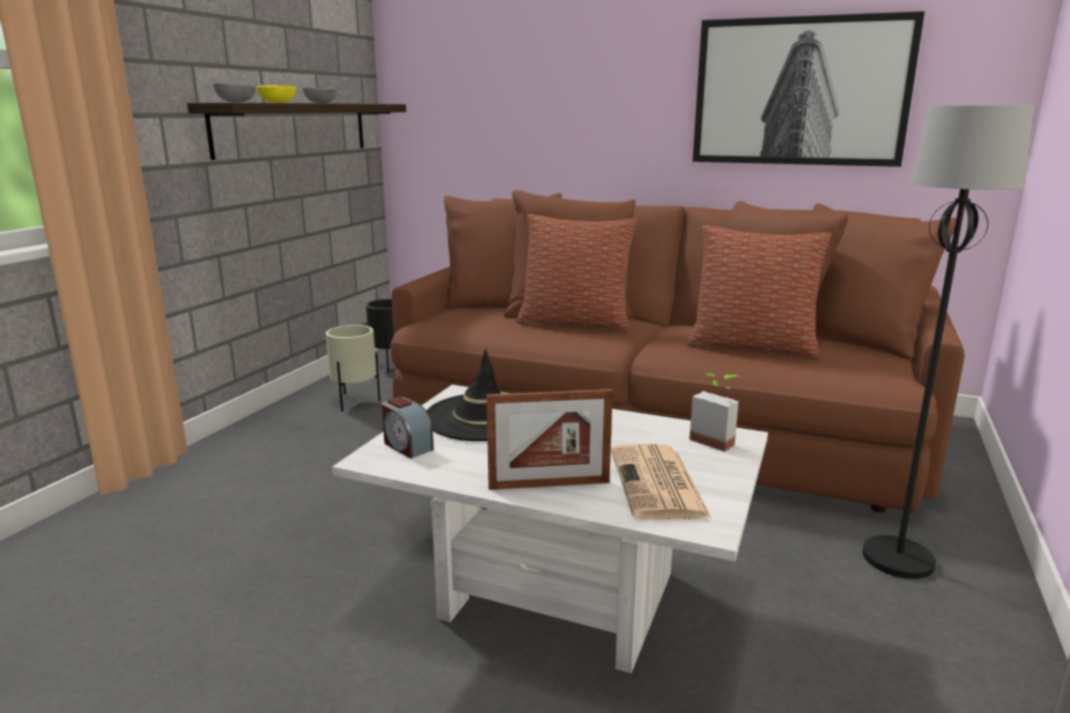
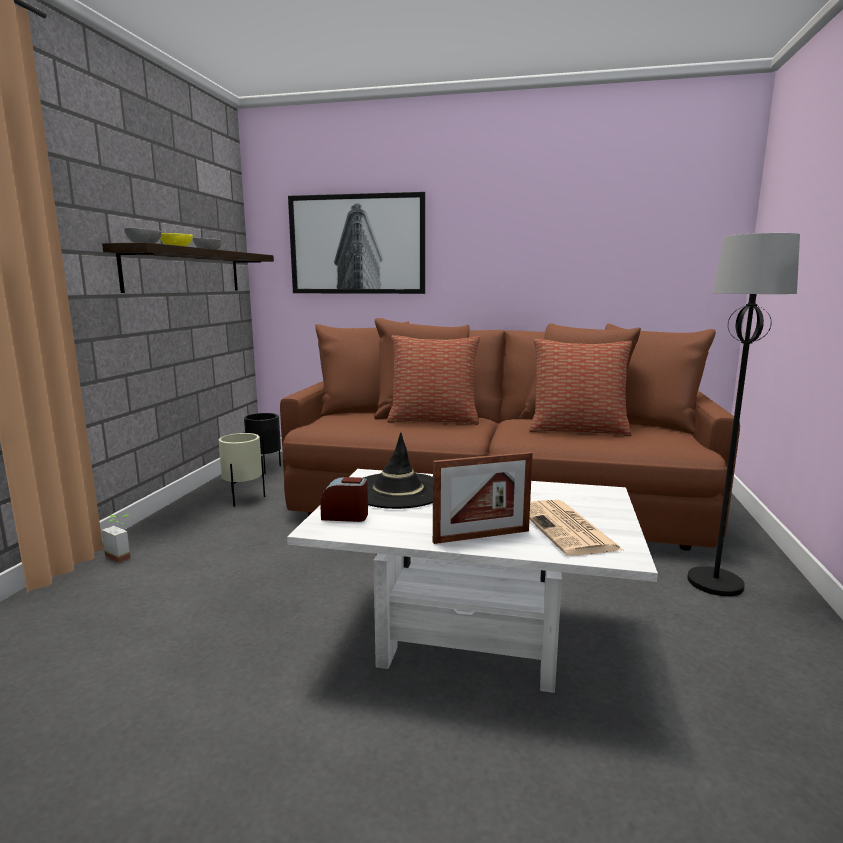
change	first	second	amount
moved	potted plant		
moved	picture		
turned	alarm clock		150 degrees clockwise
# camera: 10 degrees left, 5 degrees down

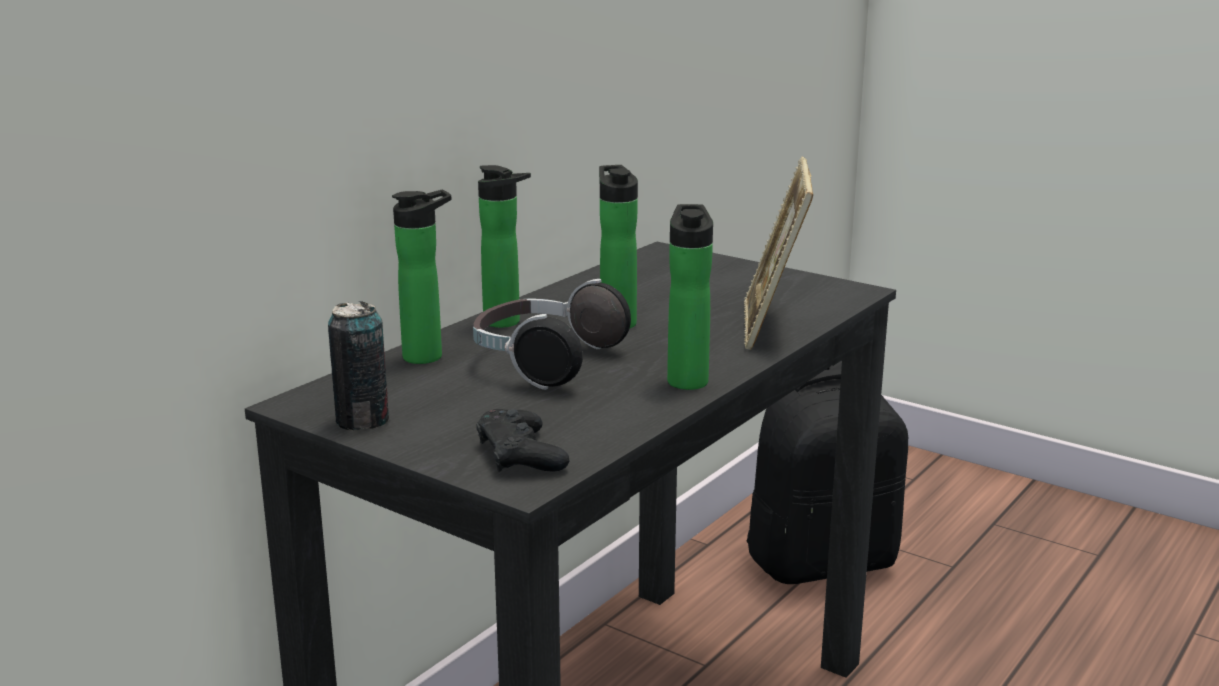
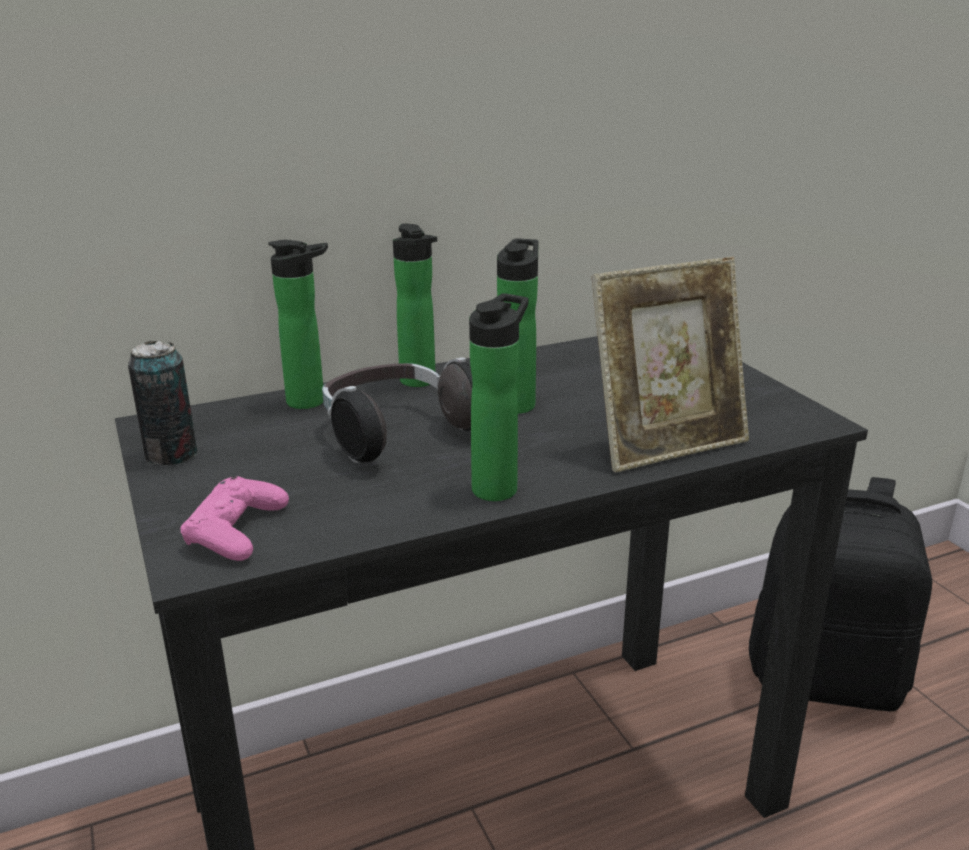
change	first	second	amount
recoloured	black game controller	pink game controller	
turned	picture frame		150 degrees counterclockwise
# camera: 30 degrees right, 5 degrees up

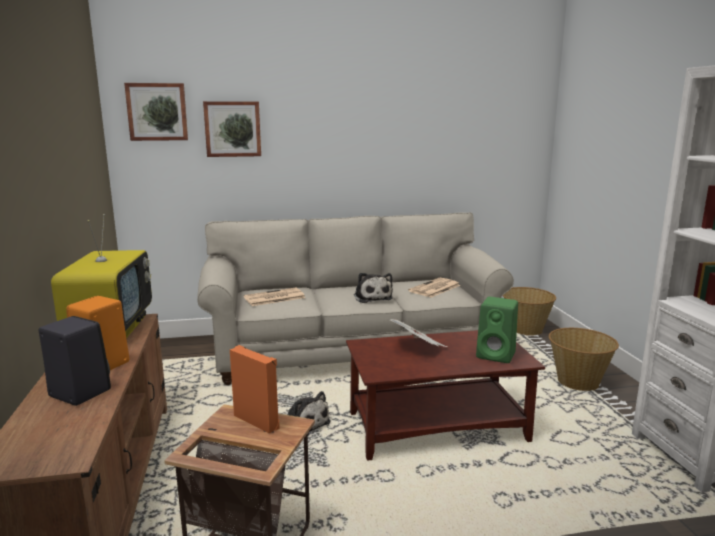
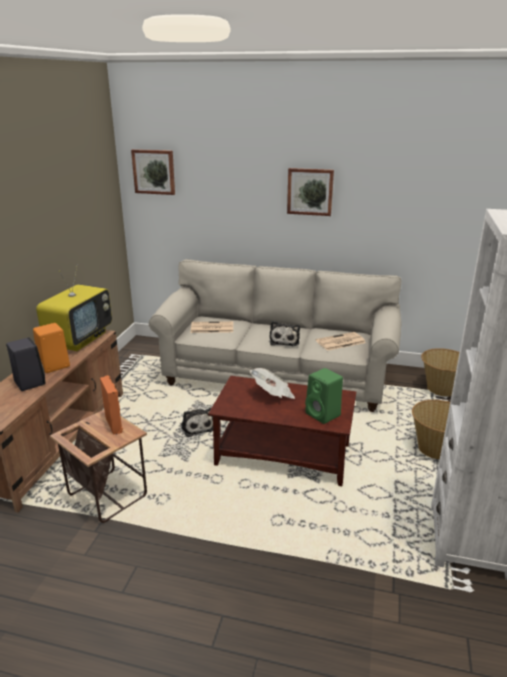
change	first	second	amount
moved	picture (2nd from left)		
# camera: 25 degrees right, 10 degrees up

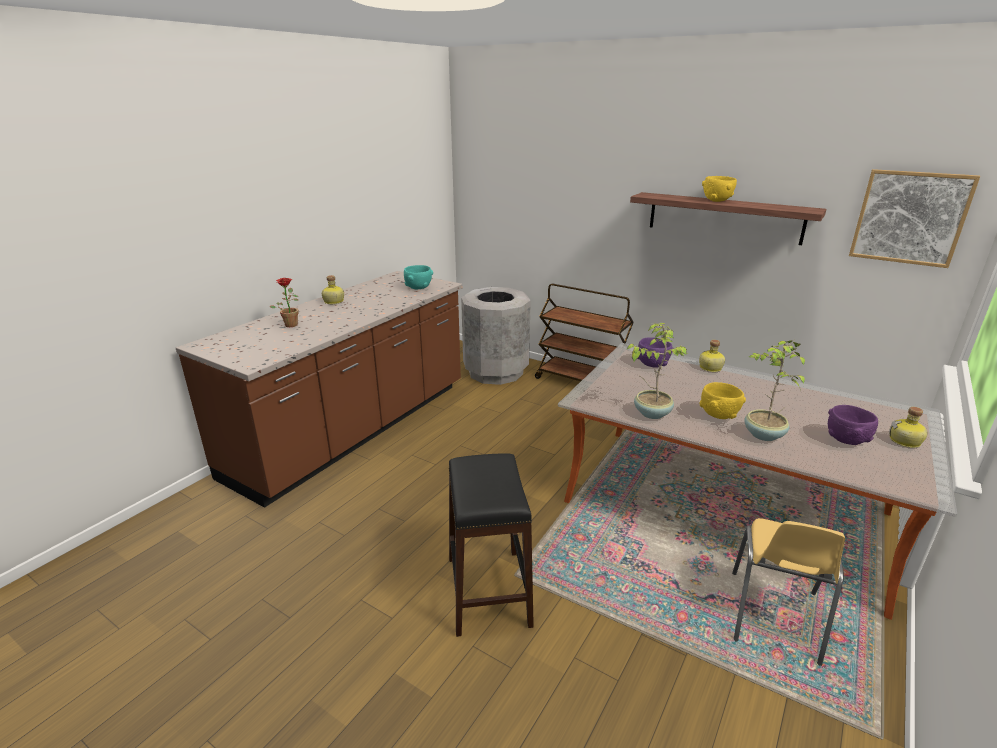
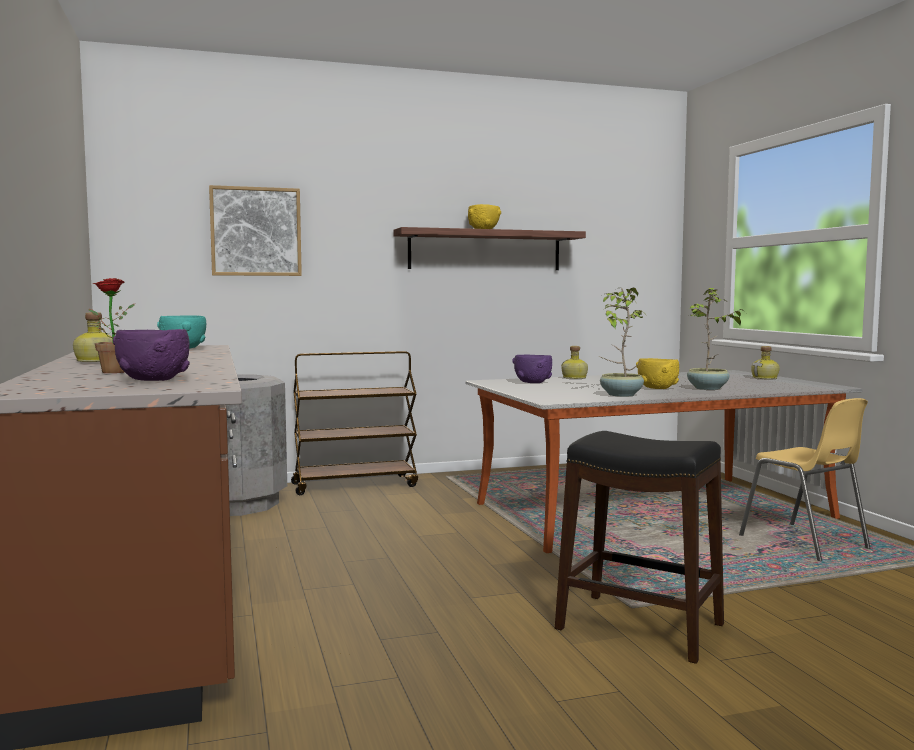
change	first	second	amount
moved	purple bowl (2nd from left in the first image)	purple bowl (1st from left)	
moved	picture		
# camera: 50 degrees left, 20 degrees down

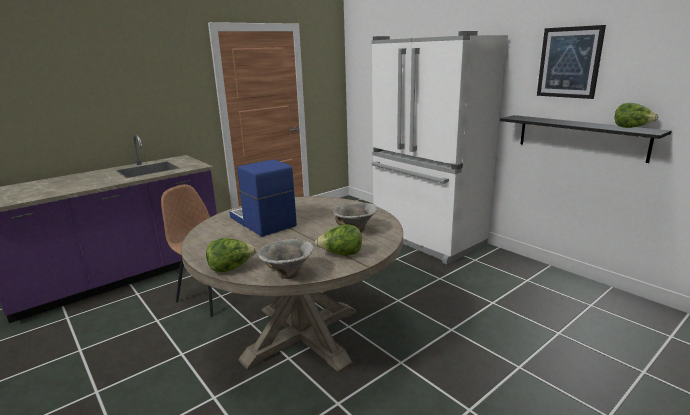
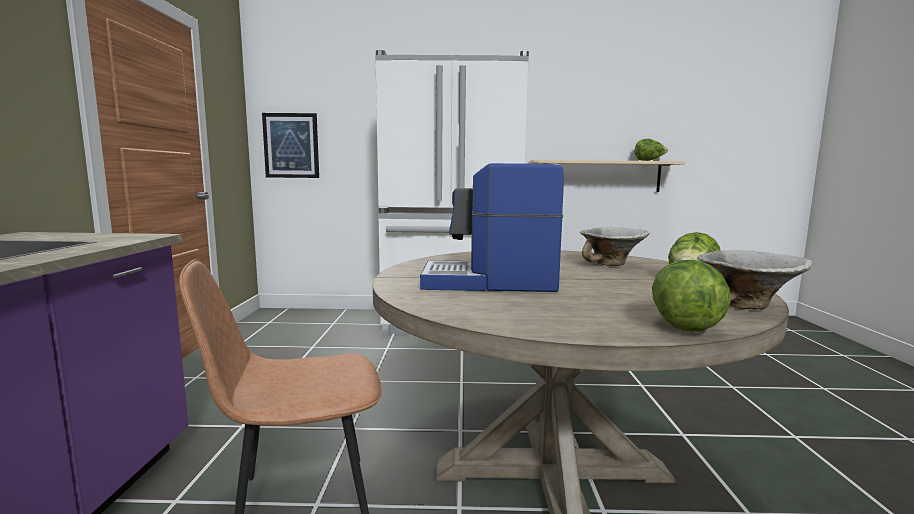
change	first	second	amount
moved	picture		
recoloured	black shelf	beige shelf	
# camera: 50 degrees left, 10 degrees down

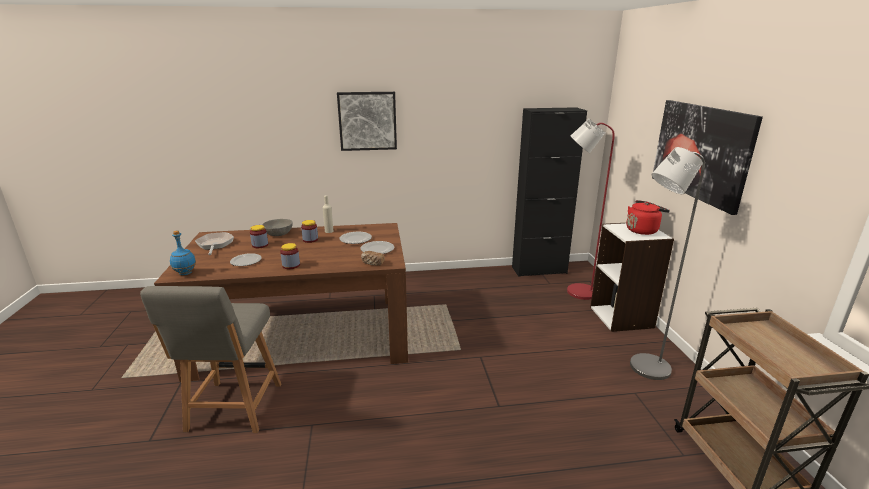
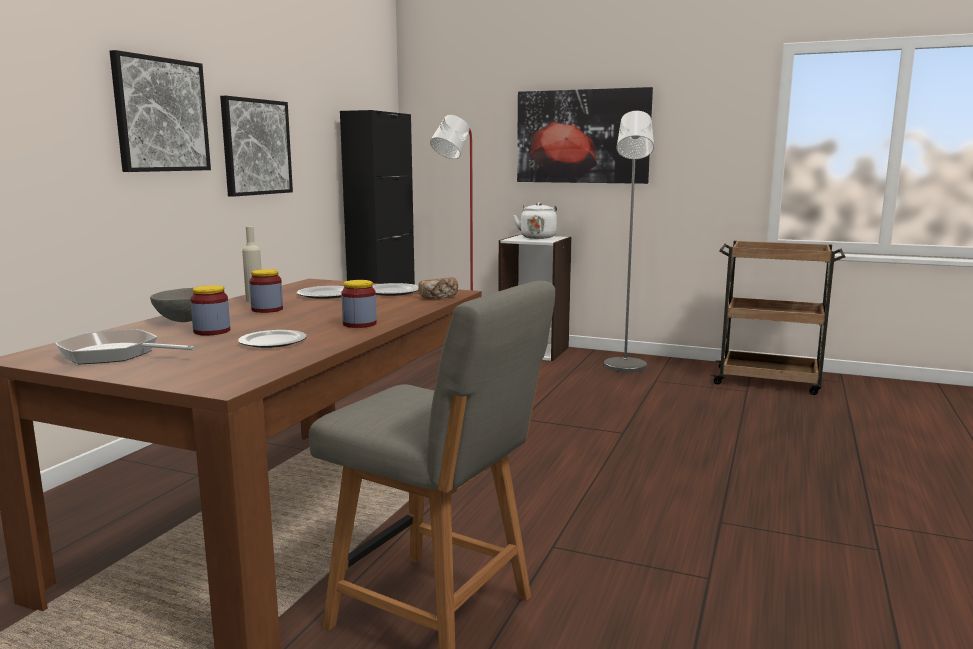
change	first	second	amount
added		picture (2nd from left)	
recoloured	red kettle	white kettle	
removed	blue bottle		
# camera: 60 degrees left, 10 degrees down

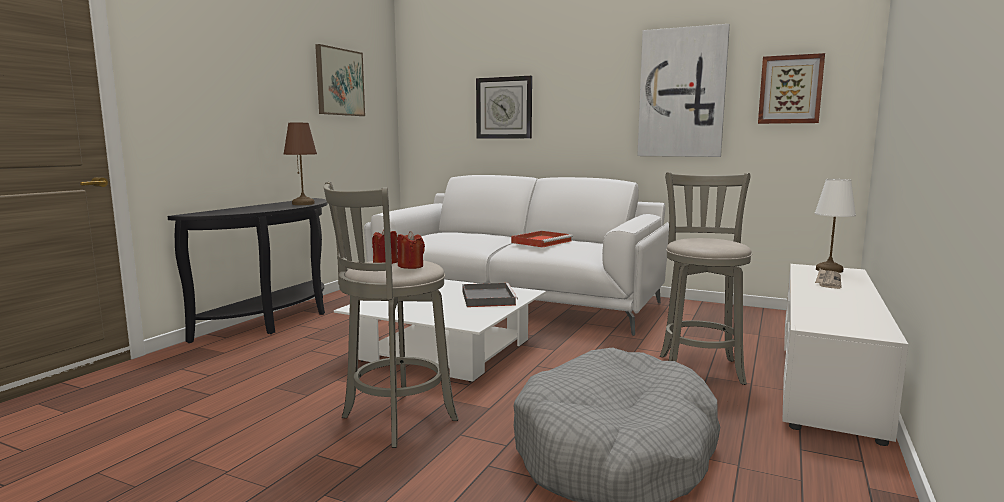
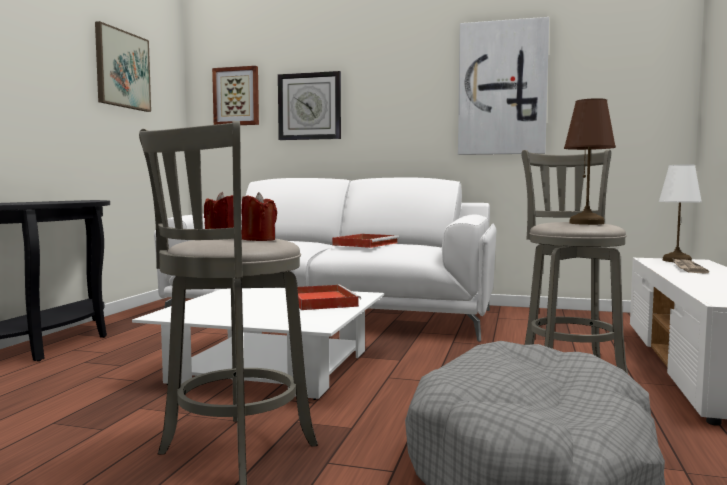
change	first	second	amount
moved	picture (3rd from left in the first image)	picture (2nd from left)	
recoloured	grey tray	red tray (1st from left)	
moved	brown table lamp		
# camera: 10 degrees left, 5 degrees down

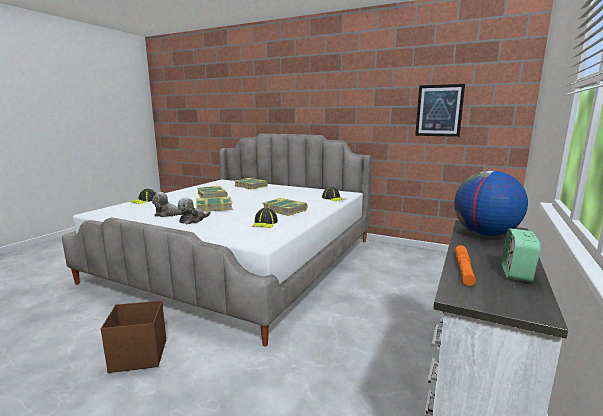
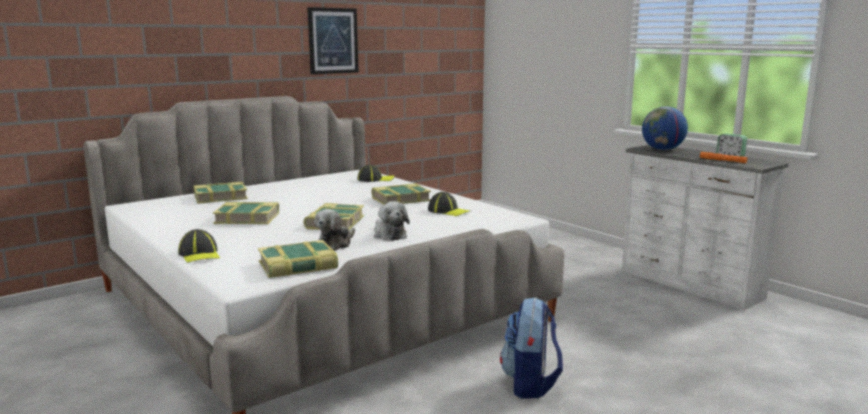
change	first	second	amount
added		book (3rd from left)	
moved	picture		
replaced	brown storage box	backpack	
# camera: 65 degrees left, 0 degrees up

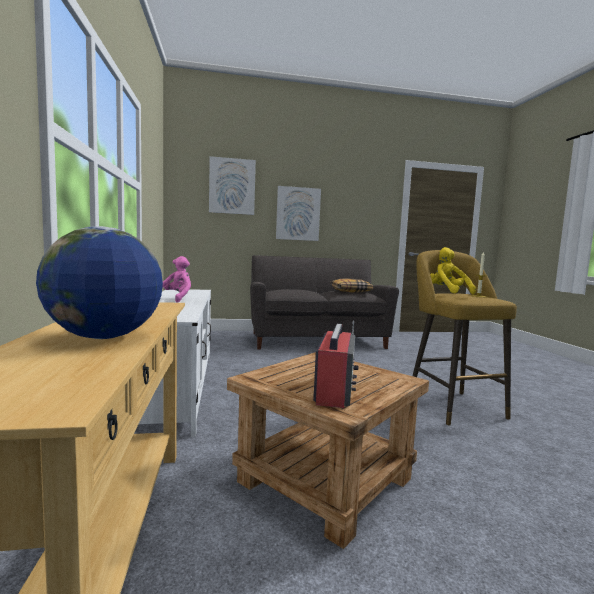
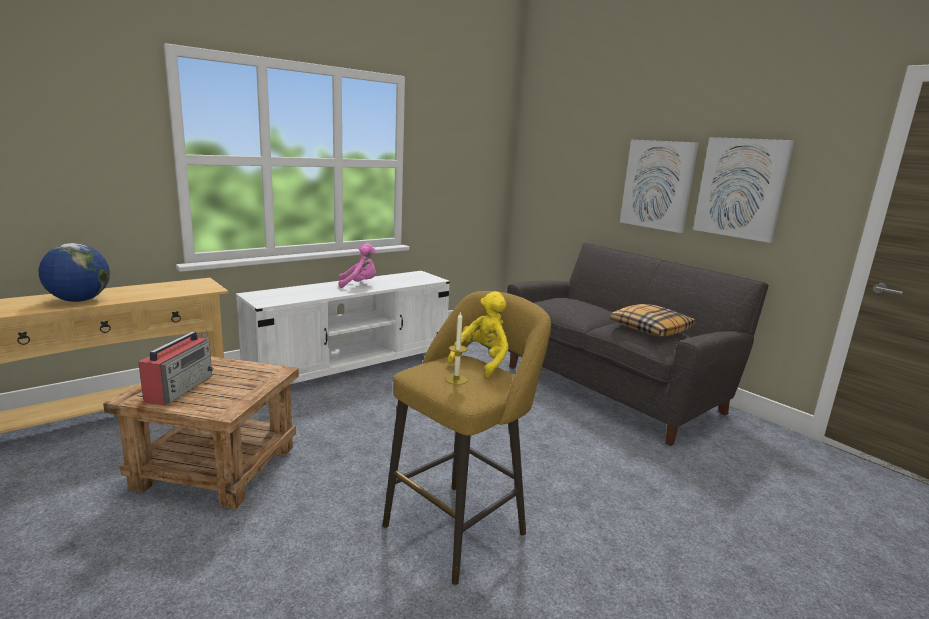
change	first	second	amount
turned	radio		60 degrees counterclockwise
moved	picture (1st from left in the first image)	picture (2nd from left)	
# camera: 60 degrees right, 10 degrees up

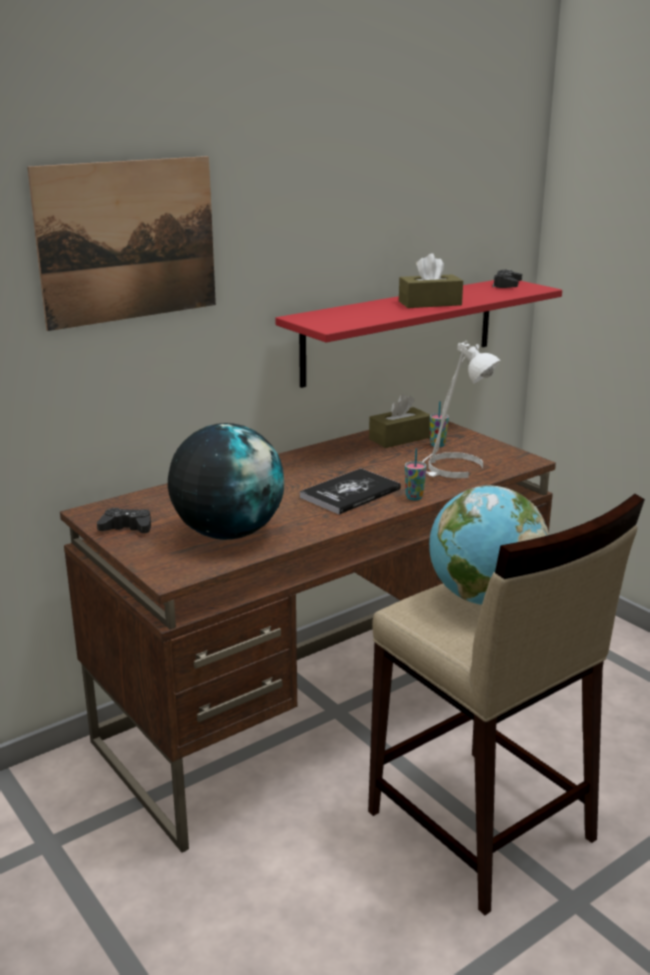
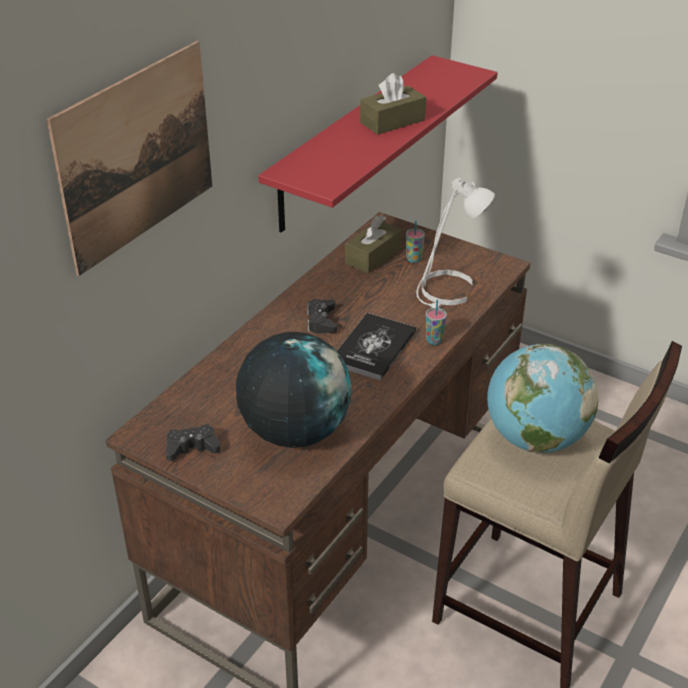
change	first	second	amount
moved	black game controller (2nd from left)		
# camera: 20 degrees left, 15 degrees up

